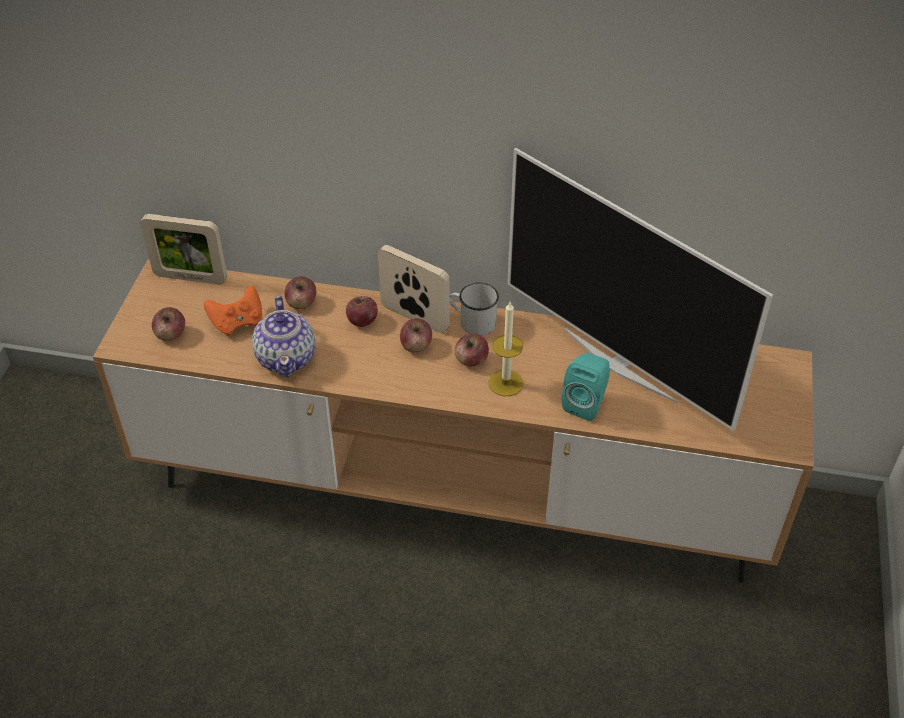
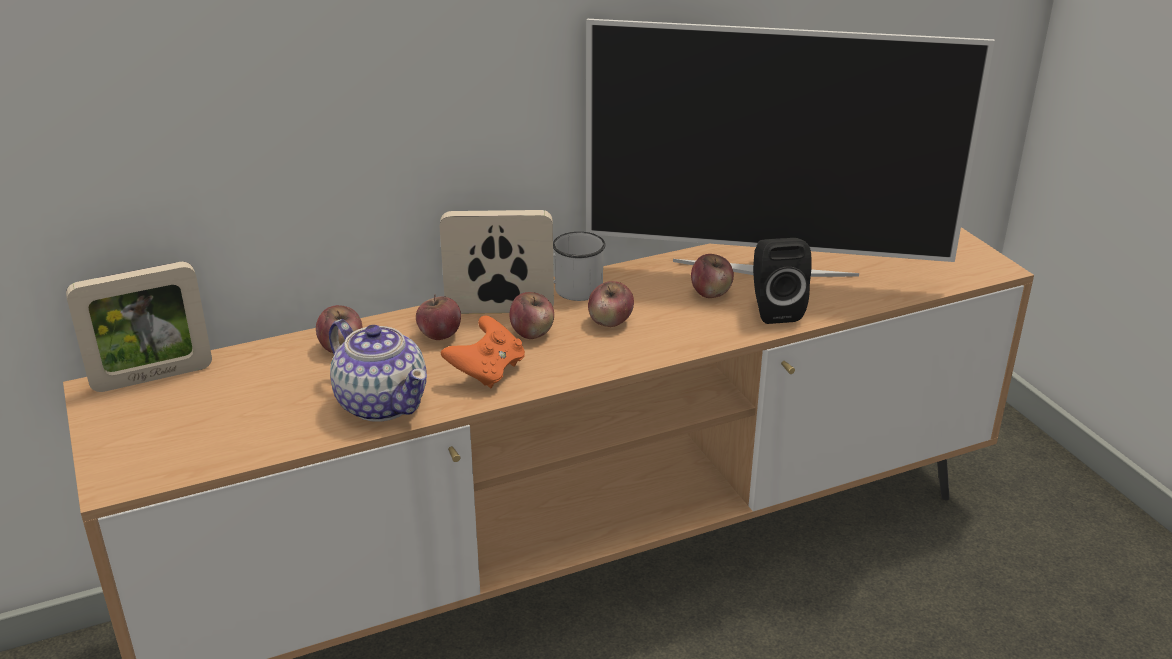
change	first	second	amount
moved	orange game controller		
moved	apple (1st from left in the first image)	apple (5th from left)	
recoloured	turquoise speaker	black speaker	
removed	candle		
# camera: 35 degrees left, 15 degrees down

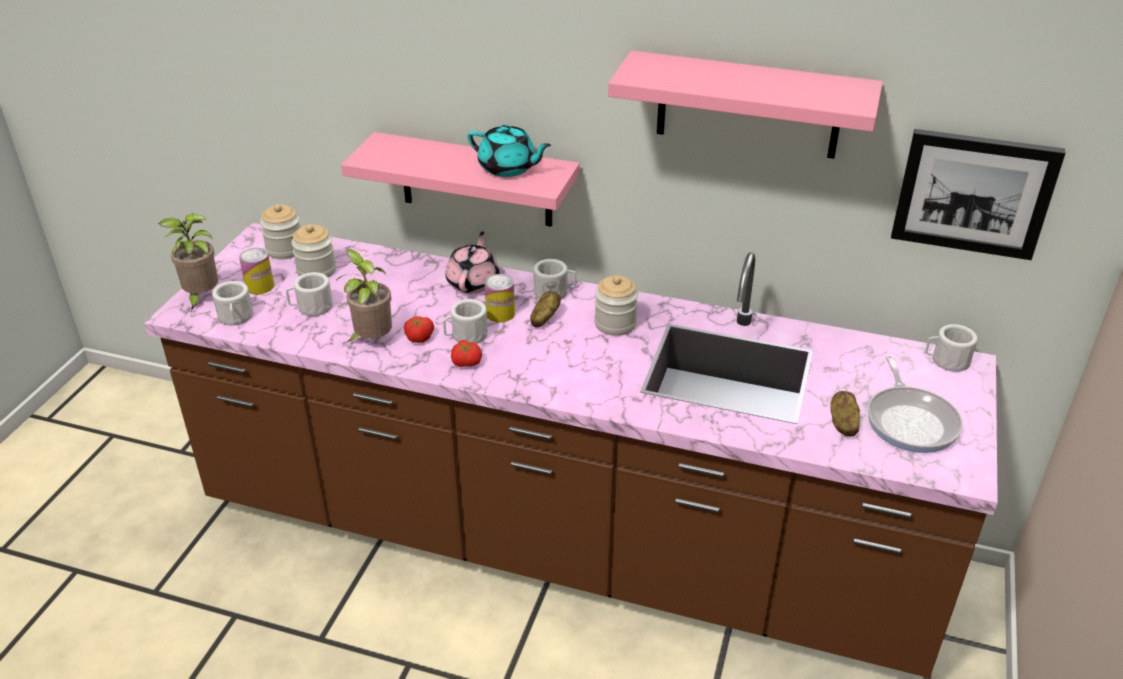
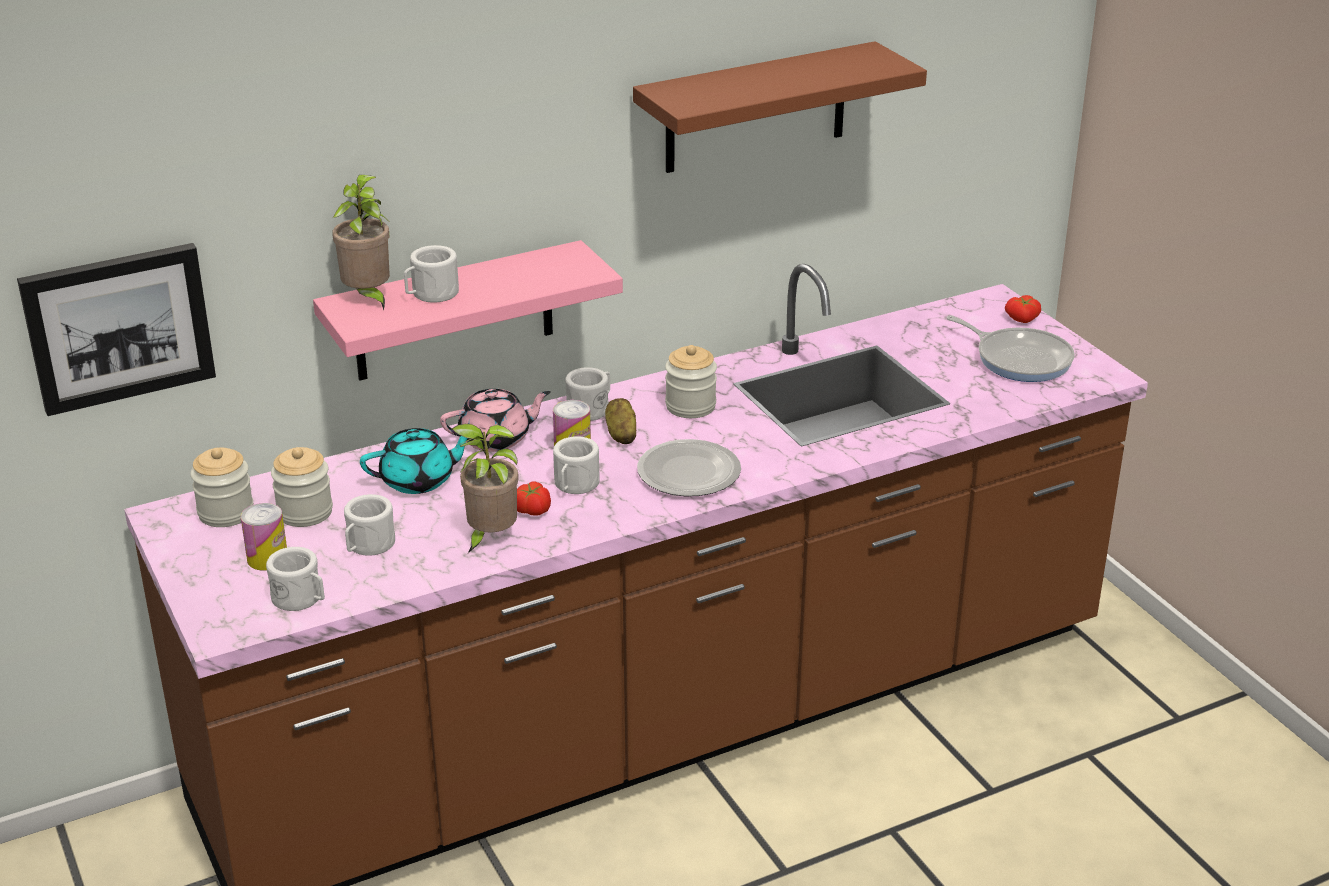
change	first	second	amount
moved	picture		
moved	potted plant (1st from left)		
moved	turquoise teapot		
moved	white mug (5th from left in the first image)	white mug (3rd from left)	
turned	pink teapot		105 degrees clockwise
recoloured	pink shelf (2nd from left)	brown shelf	
added		plate	
moved	tomato (2nd from left)		
removed	potato (2nd from left)		
# camera: 45 degrees left, 5 degrees down

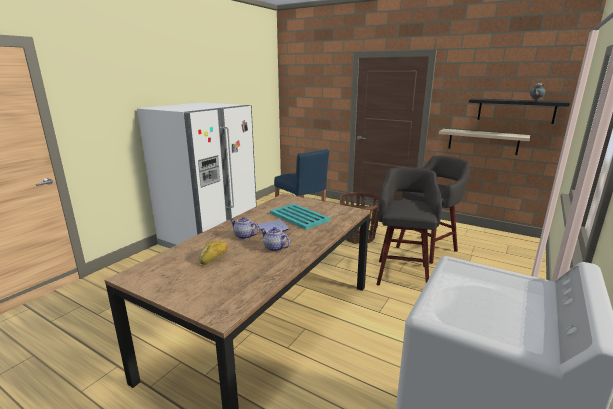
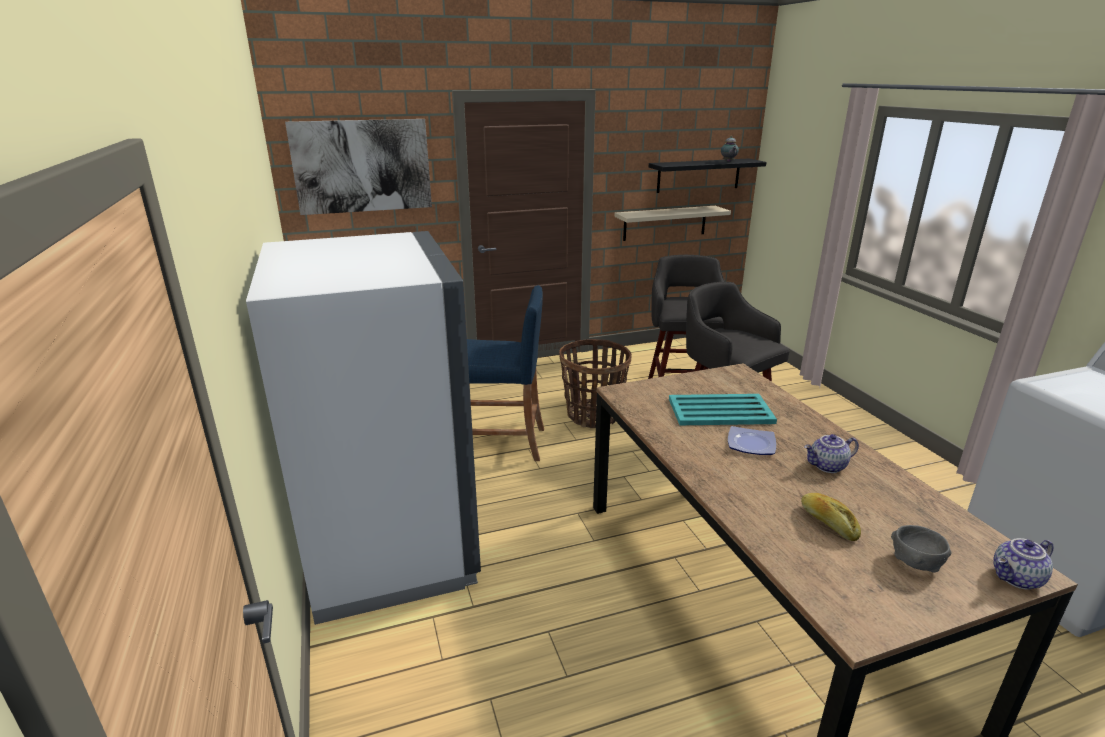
change	first	second	amount
added		picture	
added		grey bowl	
moved	teapot (1st from left in the first image)	teapot (3rd from left)	
# camera: 50 degrees left, 5 degrees up

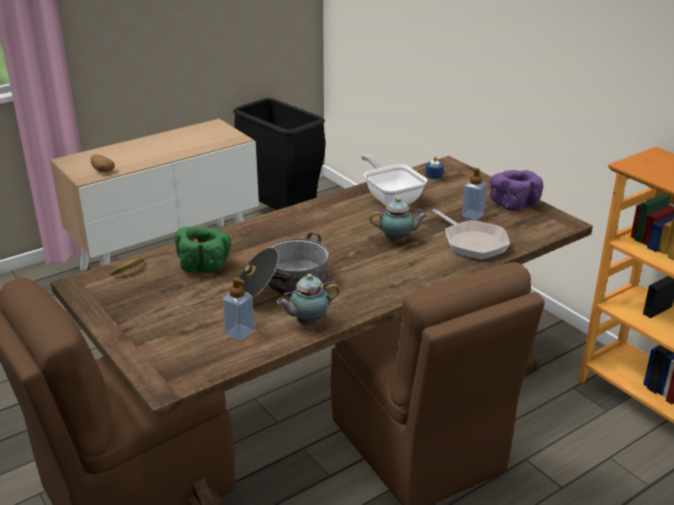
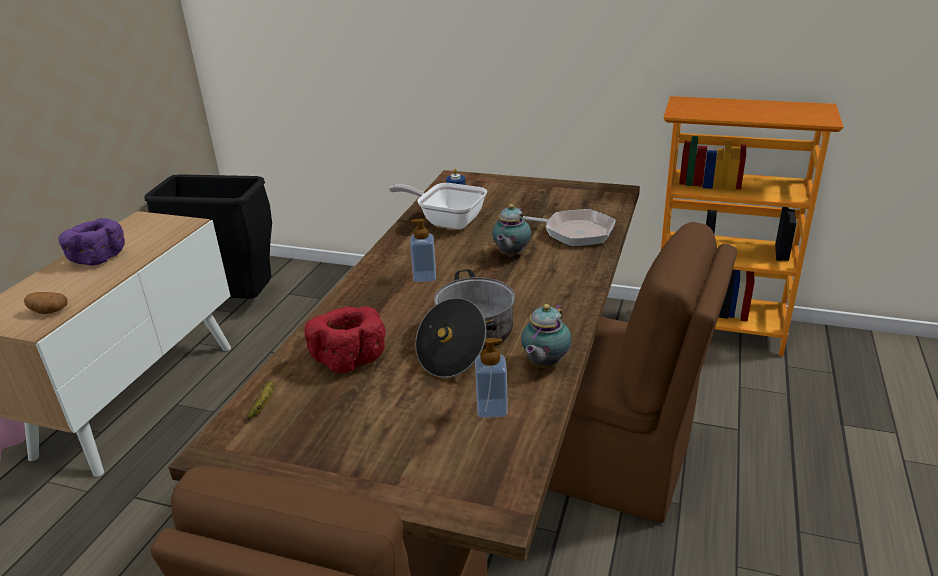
change	first	second	amount
moved	purple bowl		
recoloured	green bowl	red bowl	
moved	soap dispenser (2nd from left in the first image)	soap dispenser (1st from left)	
turned	teapot (2nd from left in the first image)	teapot (1st from left)	150 degrees clockwise
# camera: 35 degrees left, 0 degrees up

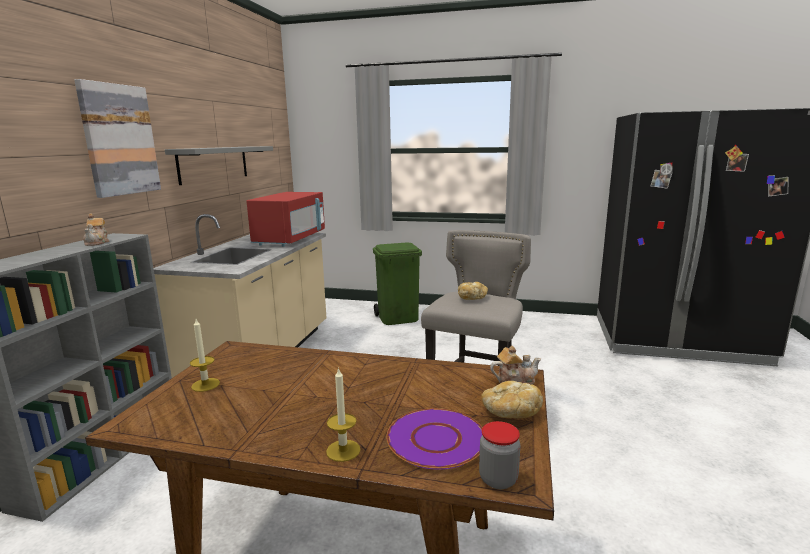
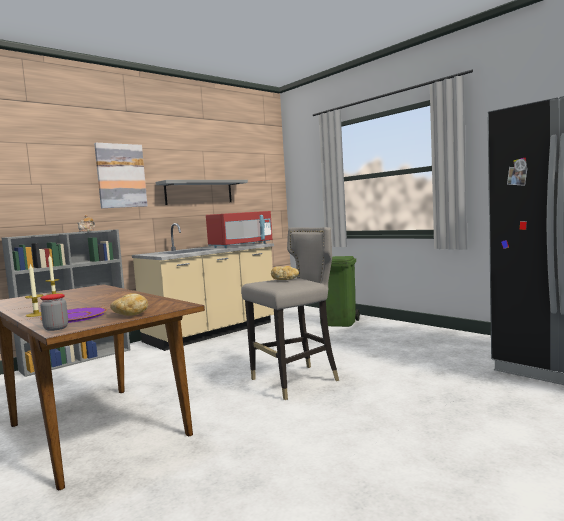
change	first	second	amount
removed	teapot (2nd from left)		
# camera: 35 degrees right, 10 degrees down

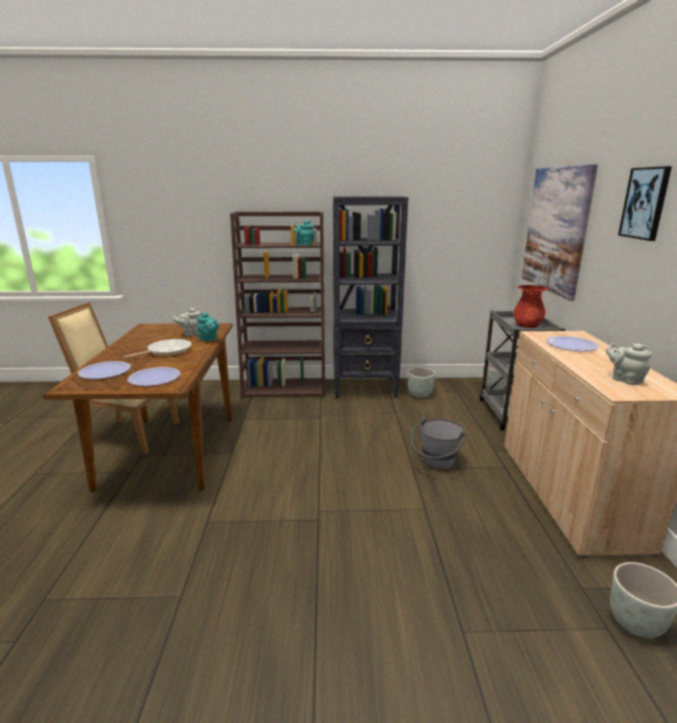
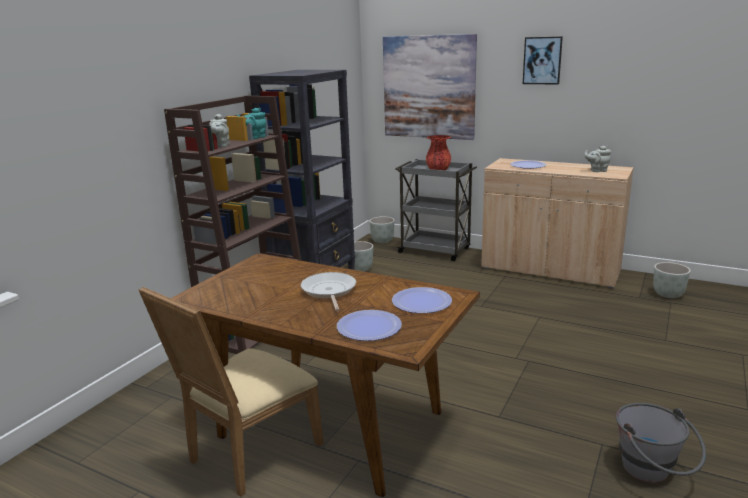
change	first	second	amount
moved	grey teapot (1st from left)		
moved	grey bucket		
removed	turquoise teapot (1st from left)		
# camera: 60 degrees left, 0 degrees up

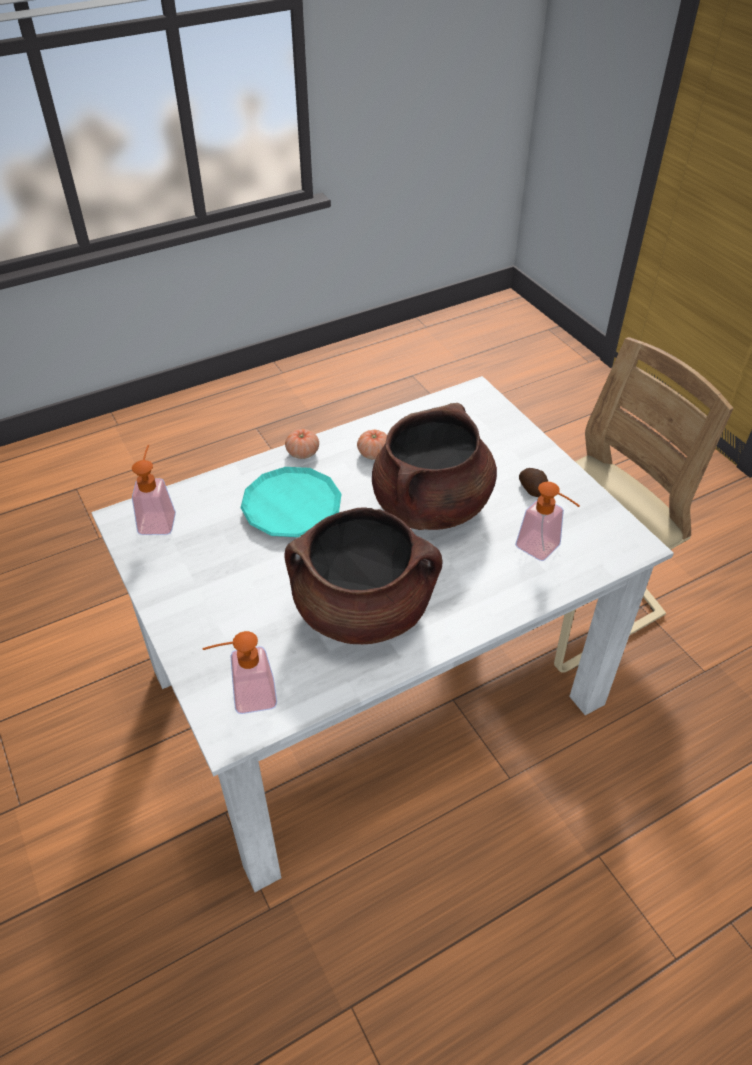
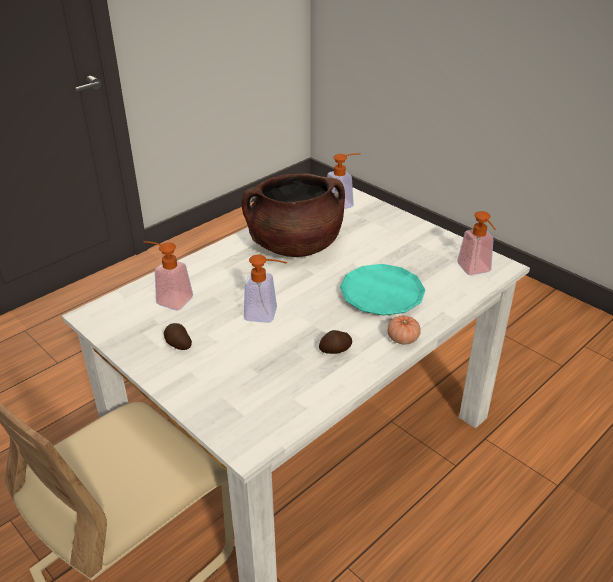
change	first	second	amount
replaced	brown cooking pot (2nd from left)	soap dispenser (2nd from left)	
replaced	tomato (2nd from left)	potato (2nd from left)	
# camera: 165 degrees right, 10 degrees down

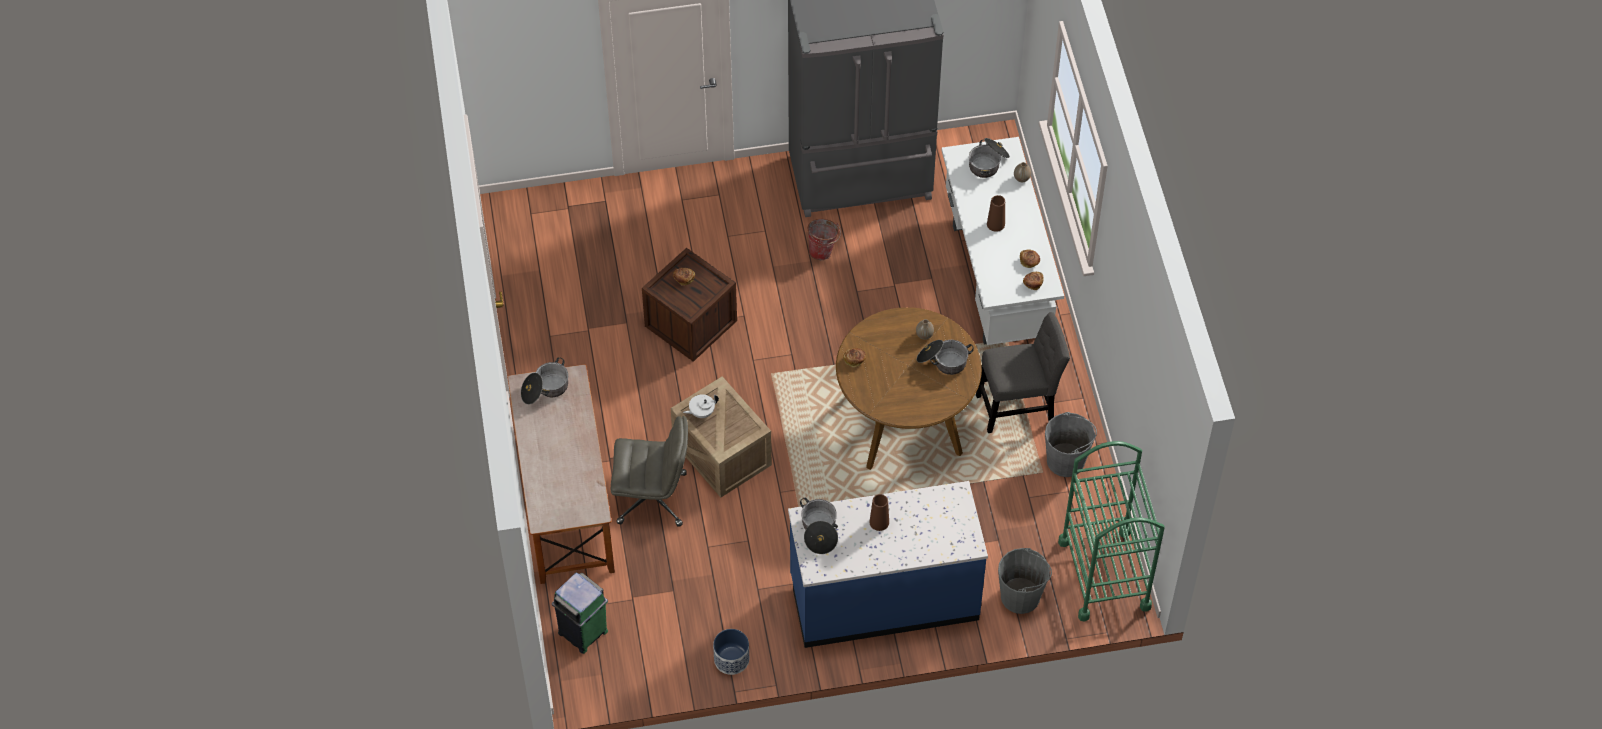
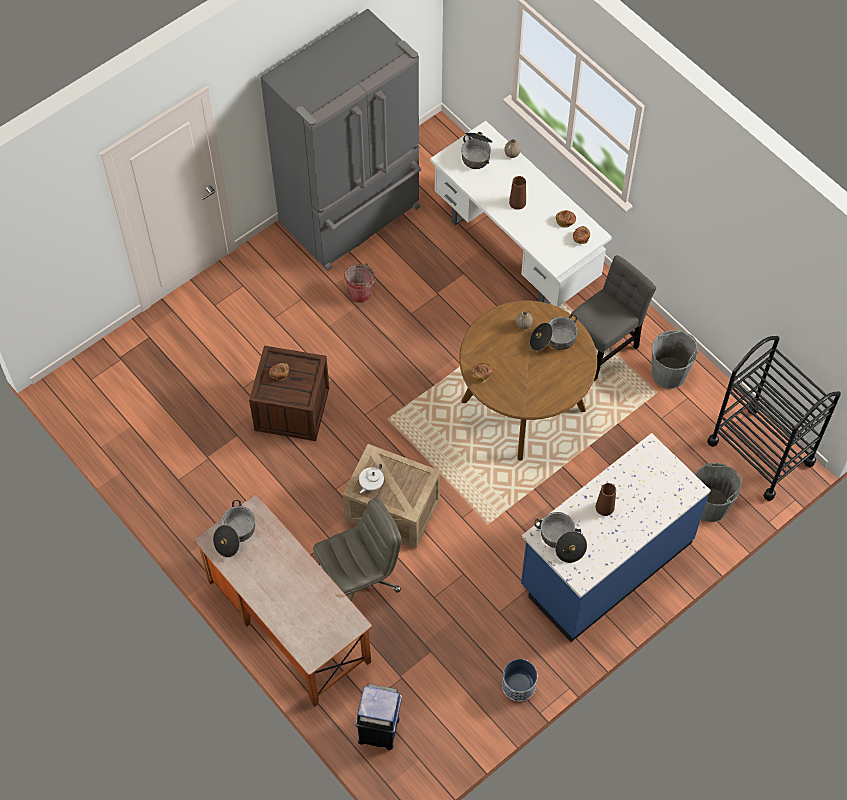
change	first	second	amount
recoloured	green trash can	blue trash can	
recoloured	green cart	black cart	
# camera: 30 degrees left, 5 degrees up

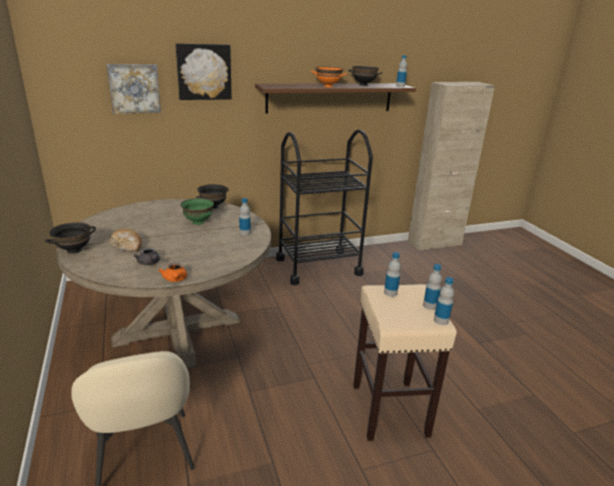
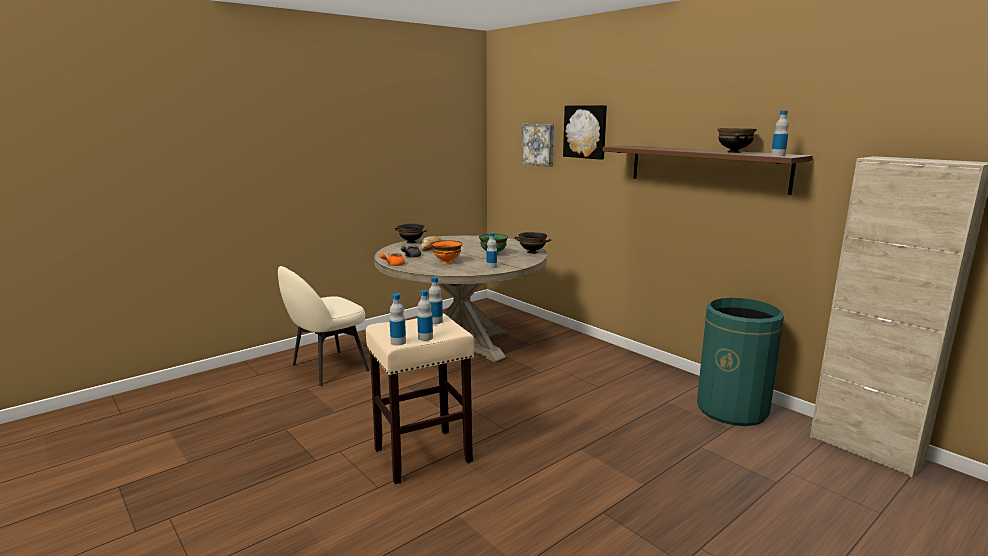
change	first	second	amount
moved	orange bowl		
added		green trash can	
removed	black cart		
# camera: 70 degrees right, 10 degrees down

